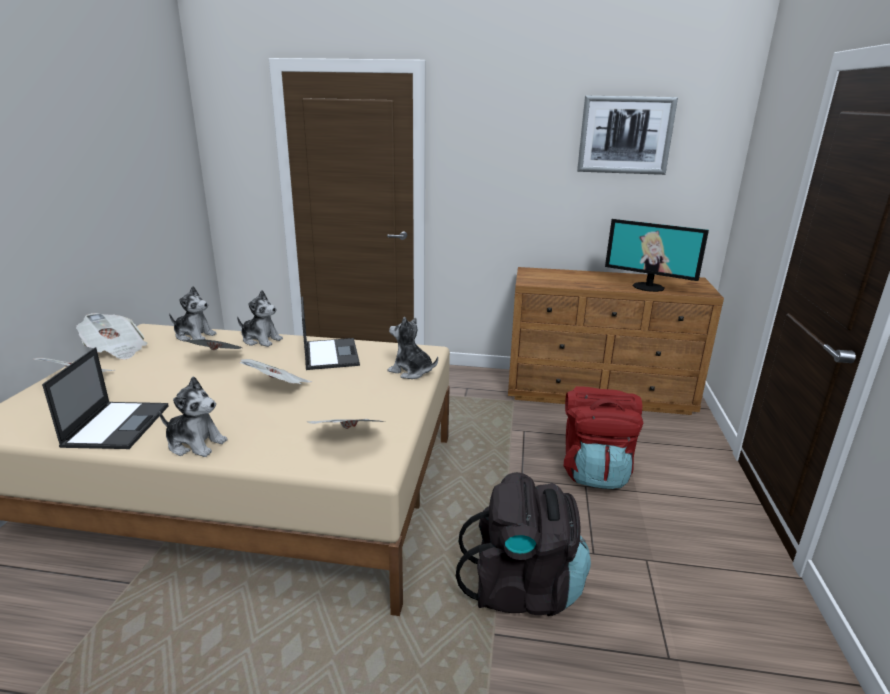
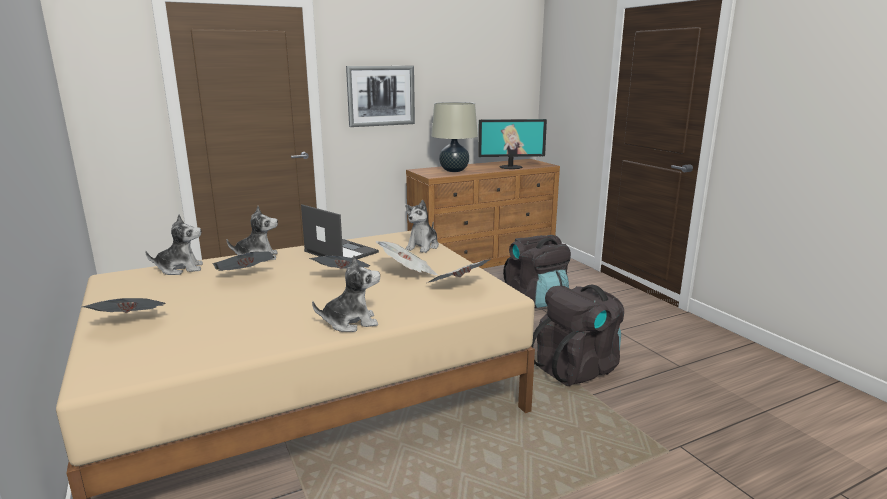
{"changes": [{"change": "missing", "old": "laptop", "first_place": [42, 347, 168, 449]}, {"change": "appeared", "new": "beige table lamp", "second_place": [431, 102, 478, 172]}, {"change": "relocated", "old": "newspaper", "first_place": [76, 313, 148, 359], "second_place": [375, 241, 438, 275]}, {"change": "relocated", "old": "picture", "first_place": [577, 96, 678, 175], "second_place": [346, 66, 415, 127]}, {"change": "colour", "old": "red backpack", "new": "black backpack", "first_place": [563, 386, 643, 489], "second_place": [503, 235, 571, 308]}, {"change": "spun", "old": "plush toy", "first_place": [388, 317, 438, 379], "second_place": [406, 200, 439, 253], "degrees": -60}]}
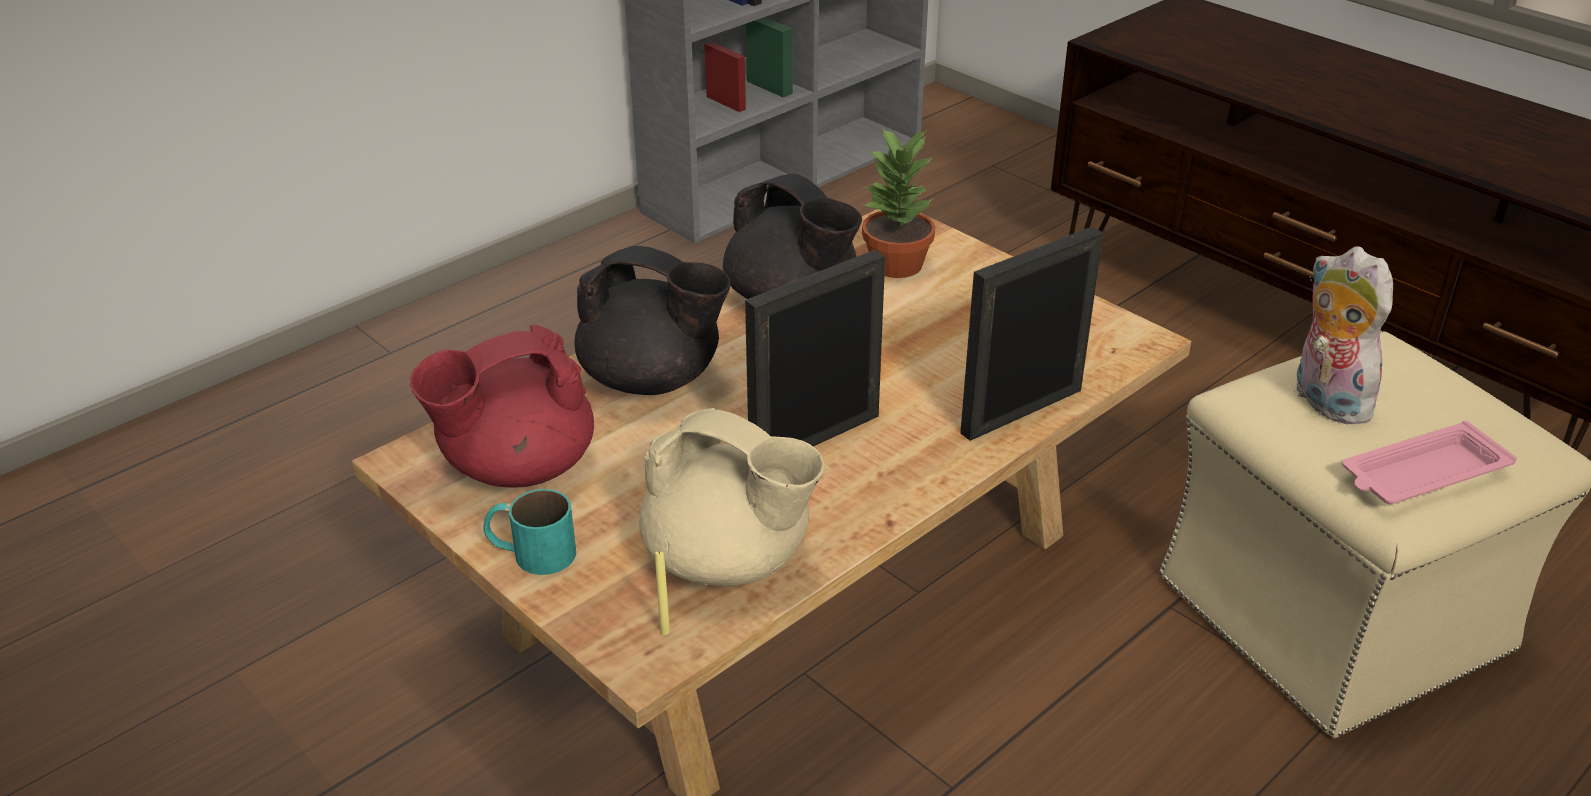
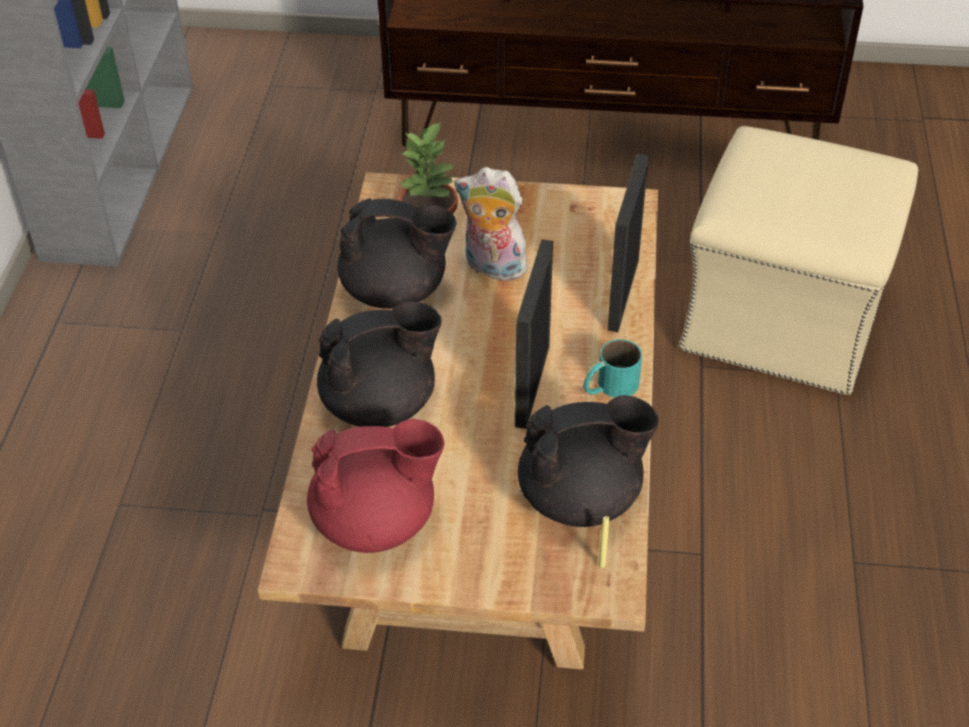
{"changes": [{"change": "missing", "old": "pink tray", "first_place": [1342, 421, 1517, 504]}, {"change": "relocated", "old": "turquoise mug", "first_place": [483, 489, 576, 575], "second_place": [583, 339, 642, 398]}, {"change": "relocated", "old": "plush toy", "first_place": [1294, 246, 1393, 424], "second_place": [454, 167, 528, 281]}, {"change": "colour", "old": "beige teapot", "new": "black teapot", "first_place": [639, 408, 825, 586], "second_place": [518, 395, 659, 527]}, {"change": "spun", "old": "red teapot", "first_place": [410, 325, 594, 488], "second_place": [307, 419, 445, 553], "degrees": -120}]}
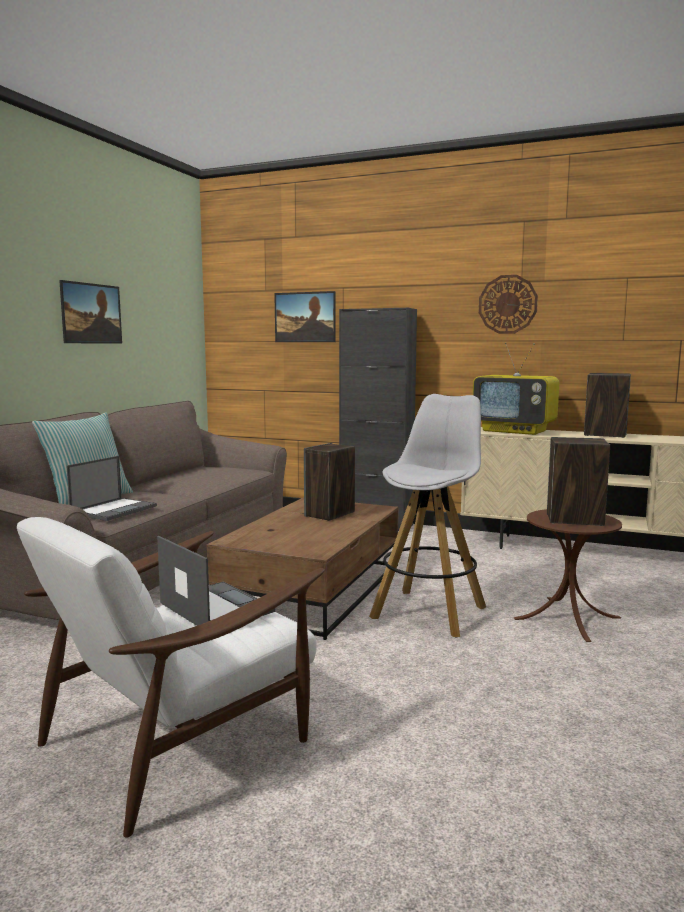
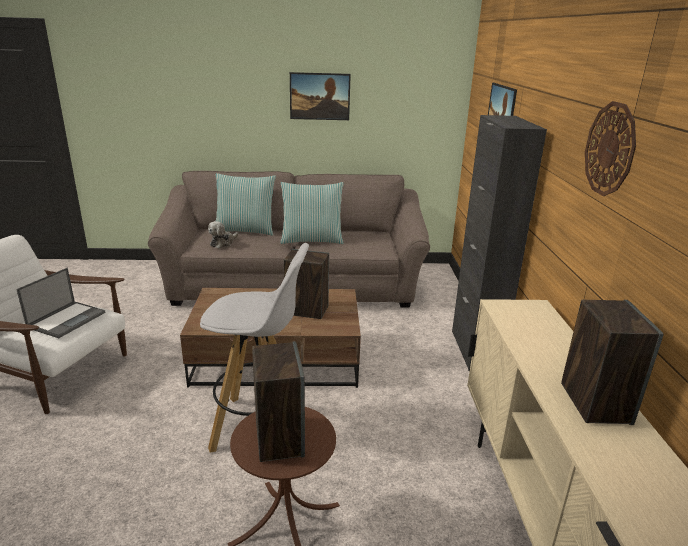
{"changes": [{"change": "missing", "old": "television", "first_place": [473, 342, 559, 435]}, {"change": "appeared", "new": "pillow", "second_place": [280, 182, 344, 244]}, {"change": "exchanged", "old": "laptop", "new": "plush toy", "first_place": [66, 456, 157, 521], "second_place": [208, 221, 238, 248]}]}
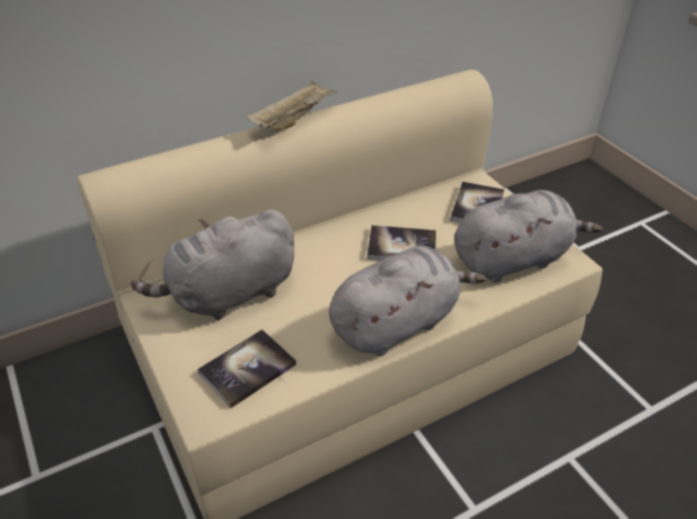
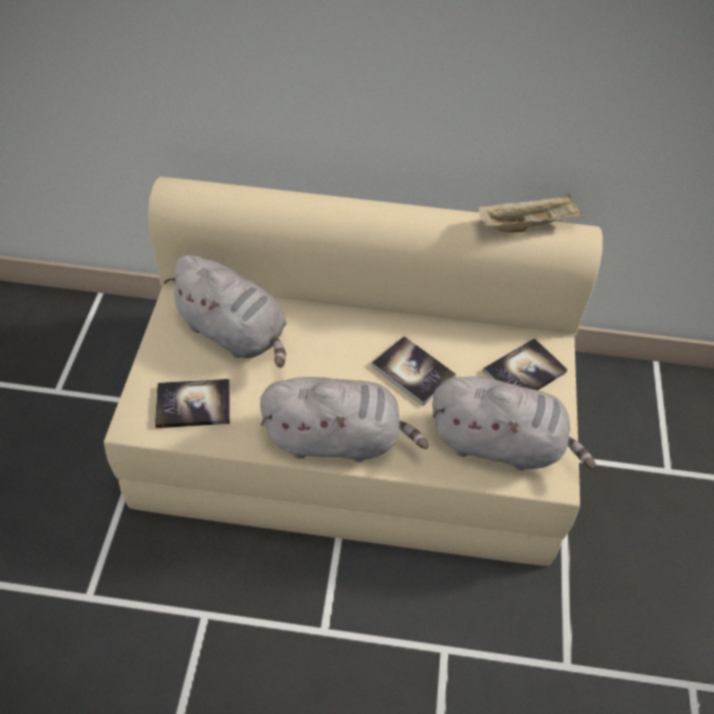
{"changes": [{"change": "relocated", "old": "beige tray", "first_place": [247, 81, 337, 130], "second_place": [478, 193, 585, 232]}, {"change": "spun", "old": "grey plush toy", "first_place": [131, 210, 294, 320], "second_place": [164, 255, 287, 368], "degrees": -150}]}
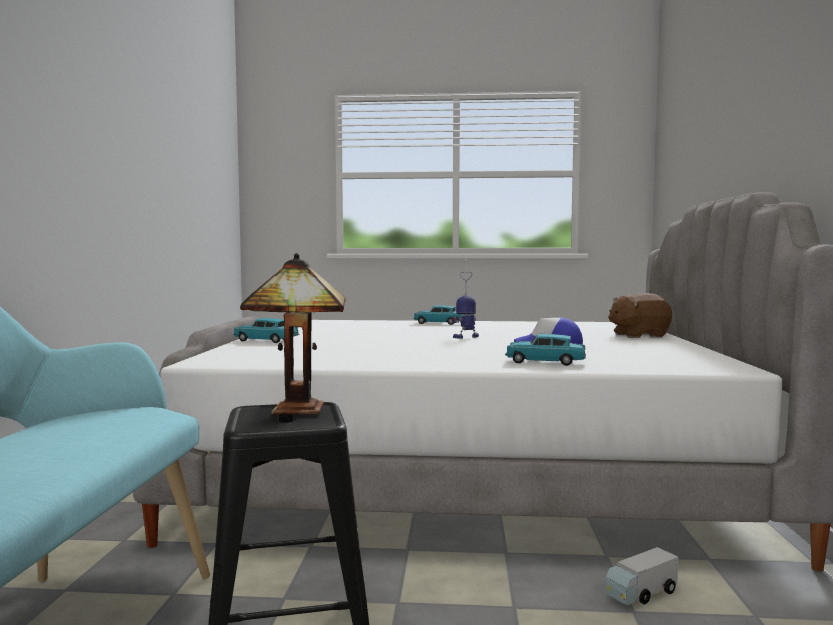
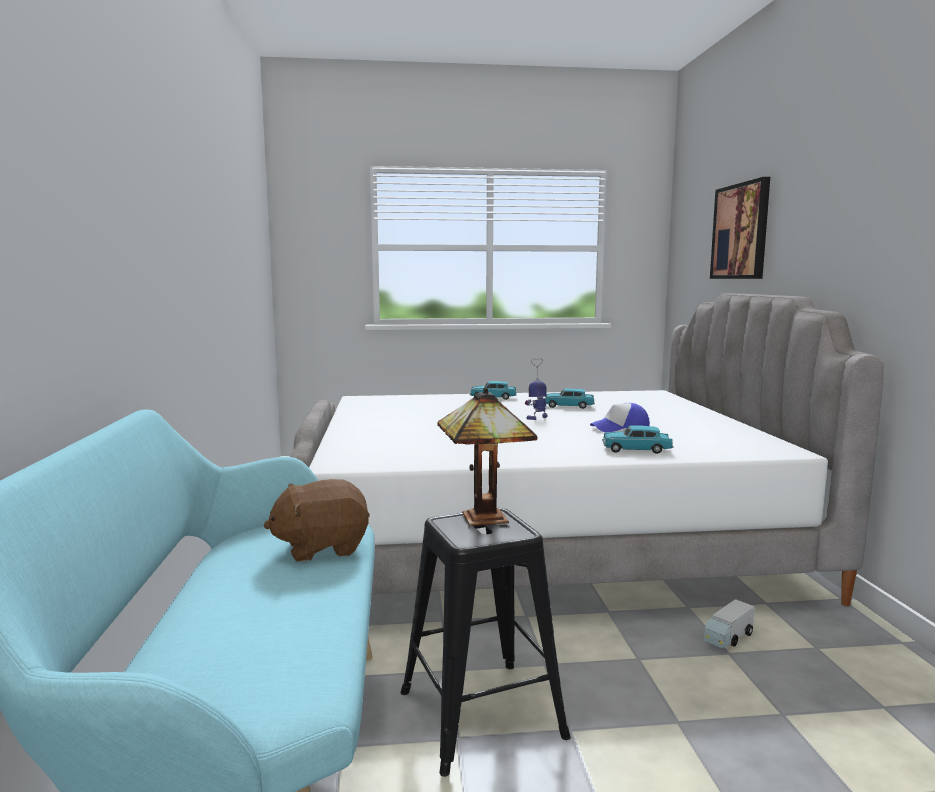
{"changes": [{"change": "appeared", "new": "picture", "second_place": [710, 177, 770, 279]}, {"change": "relocated", "old": "turquoise toy car", "first_place": [233, 318, 299, 343], "second_place": [545, 388, 595, 409]}, {"change": "relocated", "old": "brown plush toy", "first_place": [608, 293, 672, 338], "second_place": [263, 479, 370, 562]}]}
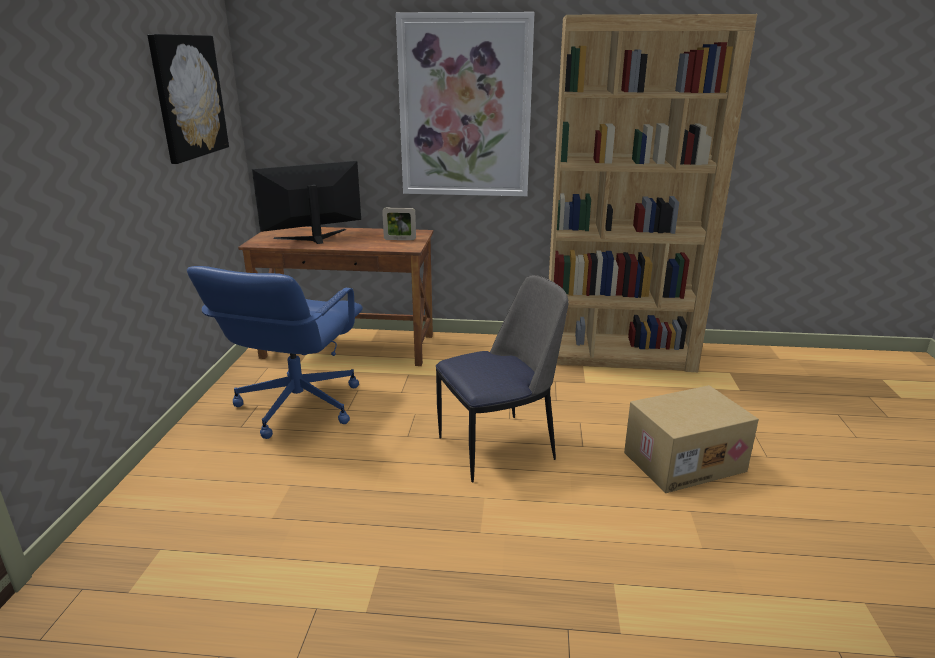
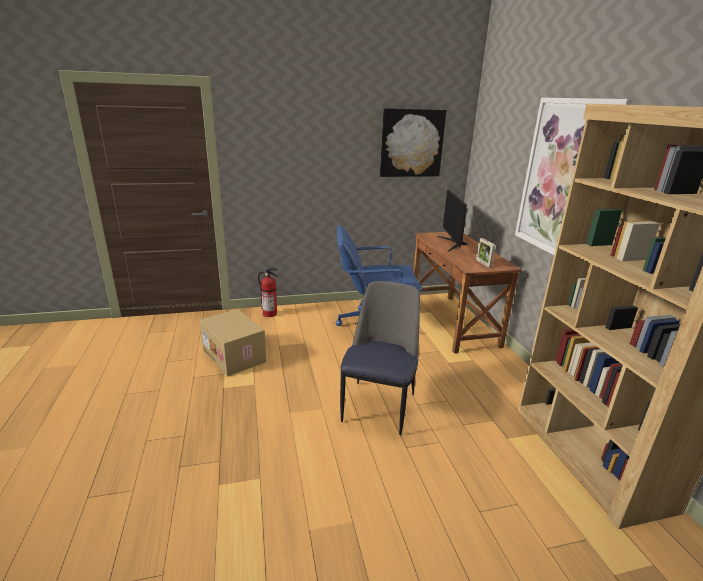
{"changes": [{"change": "appeared", "new": "fire extinguisher", "second_place": [258, 268, 278, 317]}, {"change": "relocated", "old": "cardboard box", "first_place": [624, 385, 759, 493], "second_place": [200, 309, 266, 377]}, {"change": "spun", "old": "monitor", "first_place": [252, 161, 361, 244], "second_place": [437, 190, 468, 252], "degrees": -135}, {"change": "spun", "old": "chair", "first_place": [436, 275, 569, 482], "second_place": [340, 281, 420, 435], "degrees": -120}]}
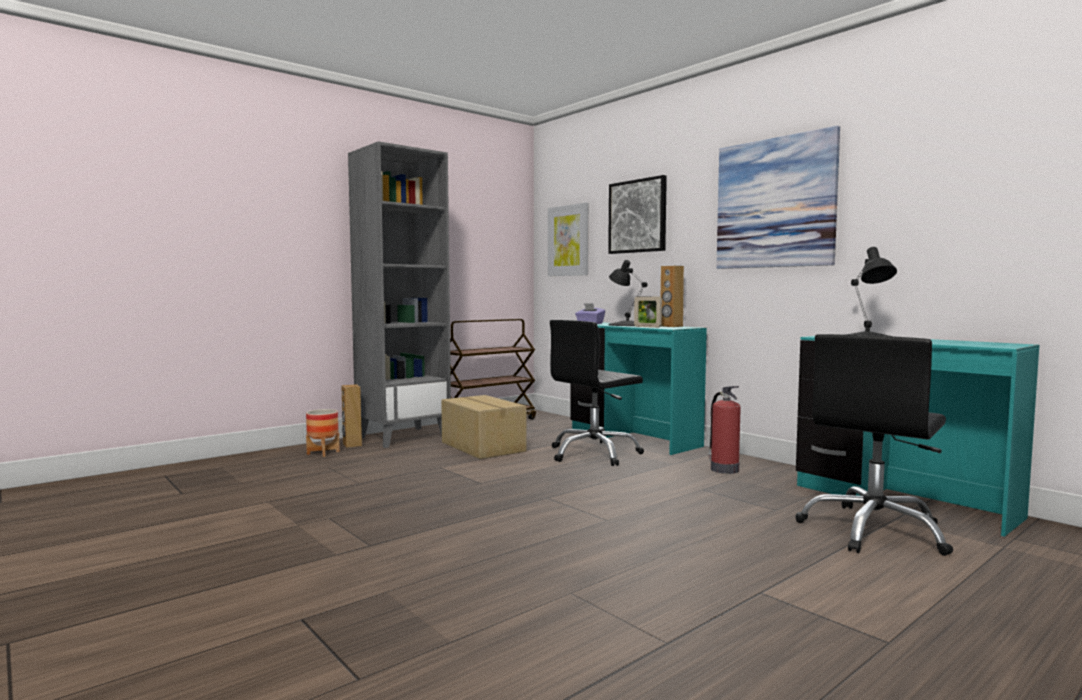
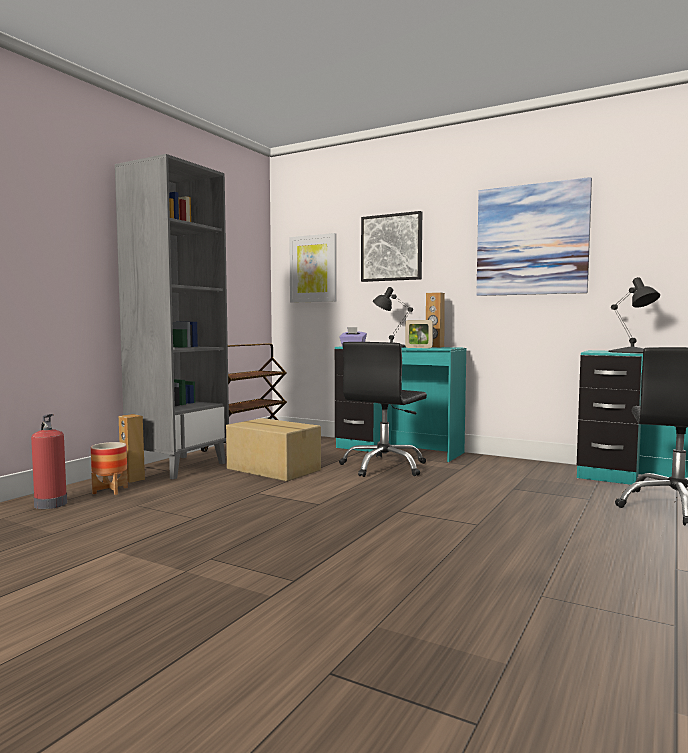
{"changes": [{"change": "relocated", "old": "fire extinguisher", "first_place": [708, 386, 741, 474], "second_place": [31, 414, 67, 509]}]}
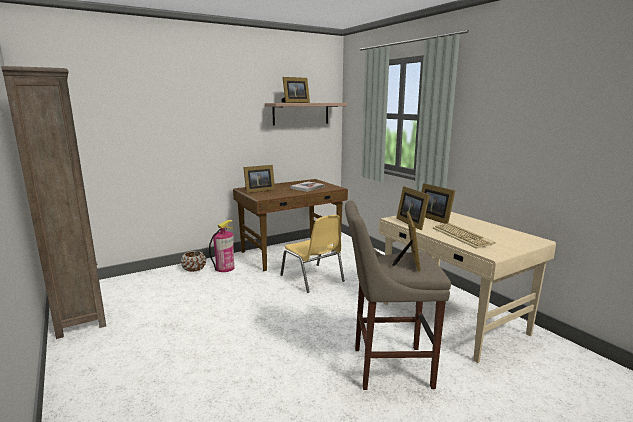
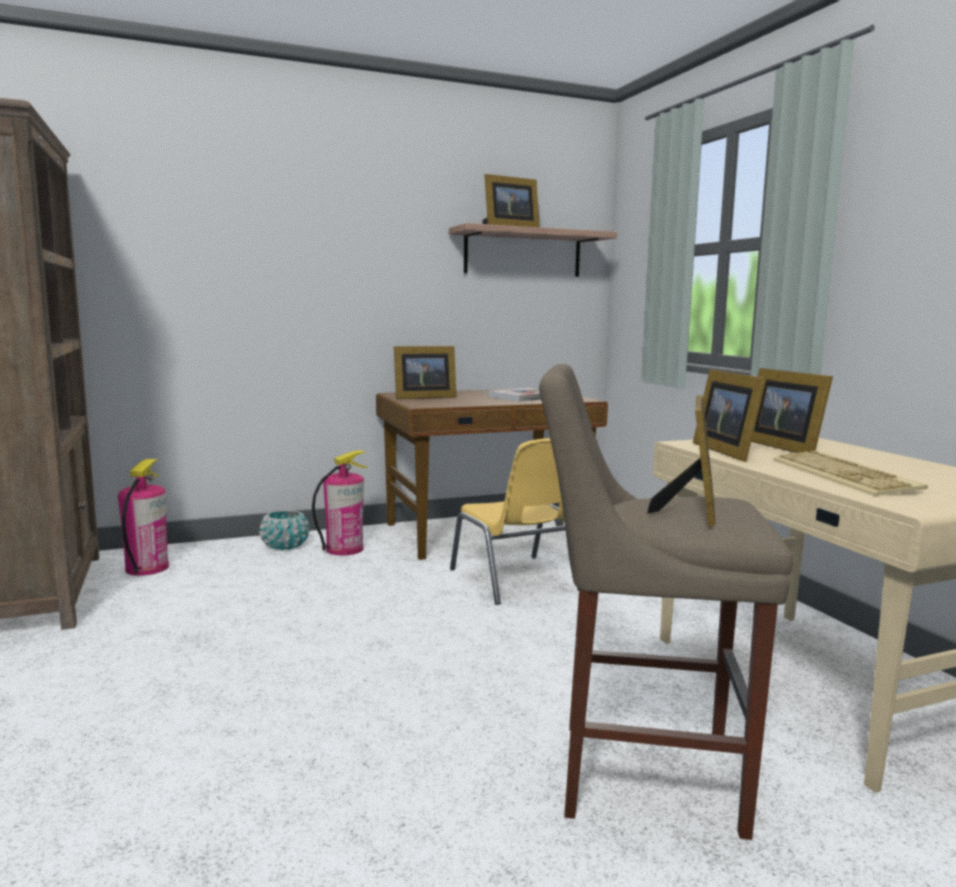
{"changes": [{"change": "appeared", "new": "fire extinguisher", "second_place": [118, 459, 169, 576]}, {"change": "colour", "old": "brown planter", "new": "turquoise planter", "first_place": [181, 251, 206, 272], "second_place": [259, 510, 310, 550]}]}
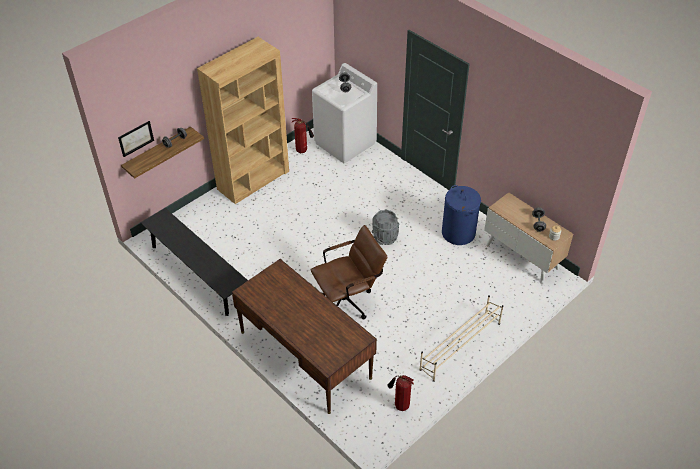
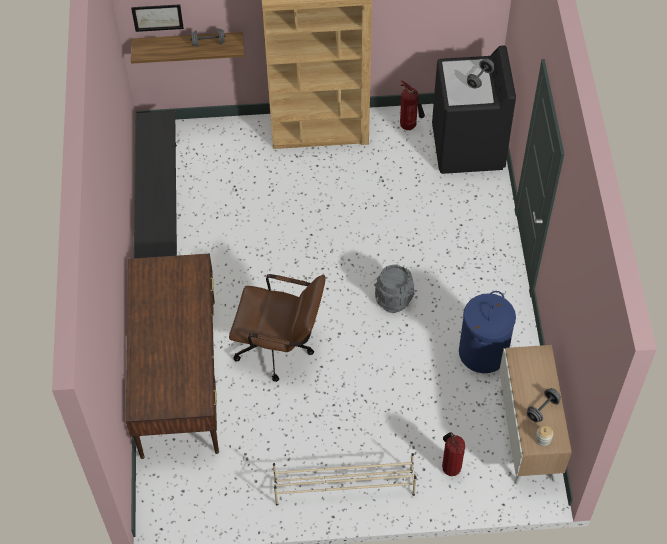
{"changes": [{"change": "relocated", "old": "fire extinguisher", "first_place": [387, 375, 414, 411], "second_place": [442, 432, 465, 476]}, {"change": "colour", "old": "white washing machine", "new": "black washing machine", "first_place": [312, 63, 377, 163], "second_place": [432, 46, 516, 174]}]}
